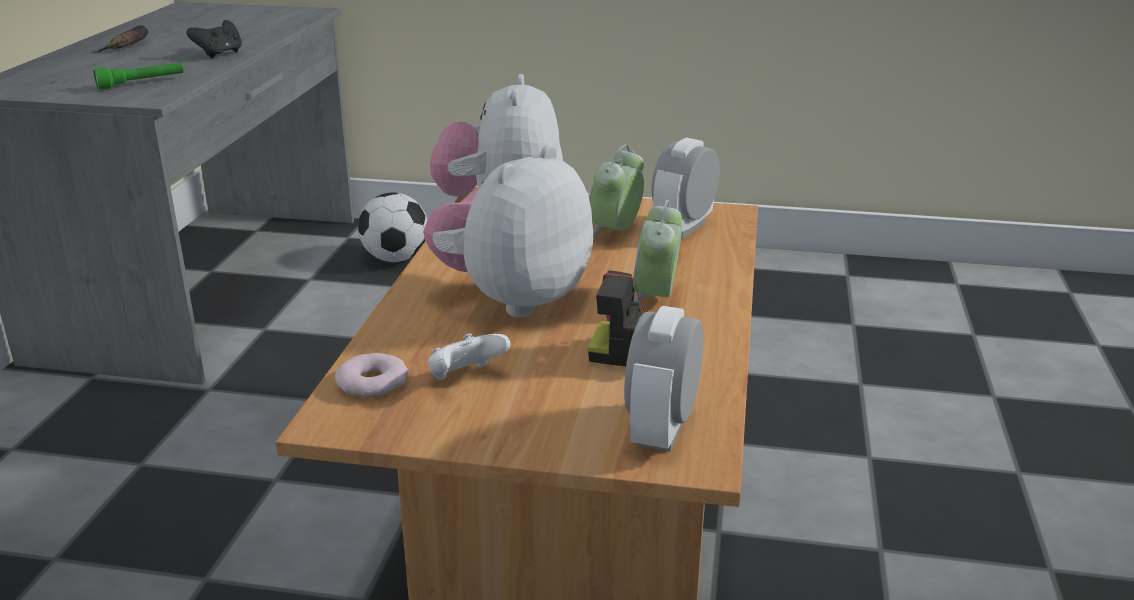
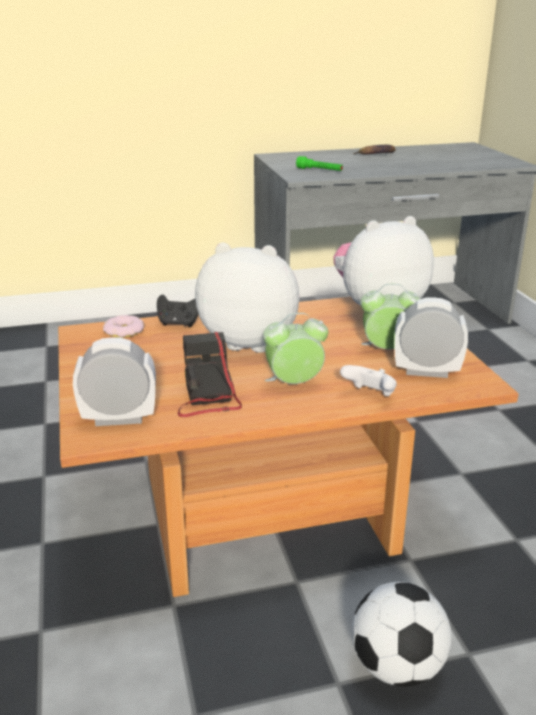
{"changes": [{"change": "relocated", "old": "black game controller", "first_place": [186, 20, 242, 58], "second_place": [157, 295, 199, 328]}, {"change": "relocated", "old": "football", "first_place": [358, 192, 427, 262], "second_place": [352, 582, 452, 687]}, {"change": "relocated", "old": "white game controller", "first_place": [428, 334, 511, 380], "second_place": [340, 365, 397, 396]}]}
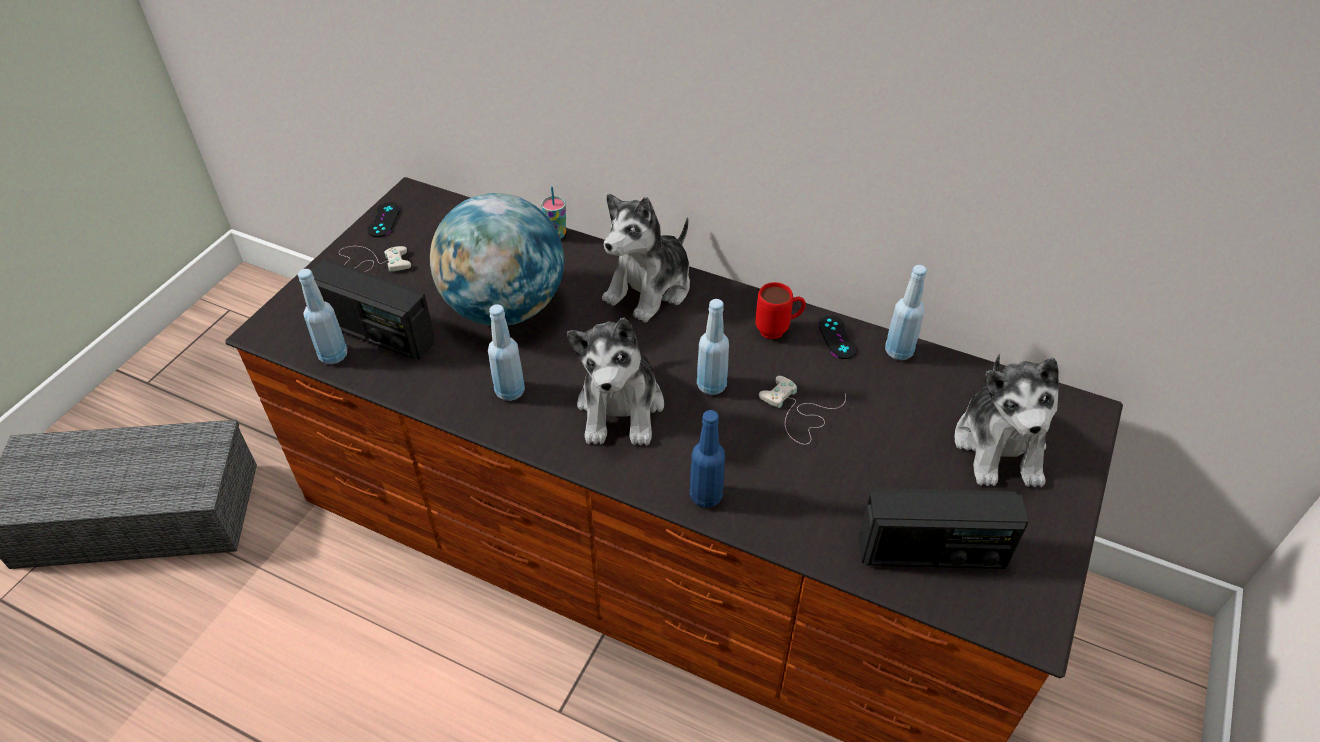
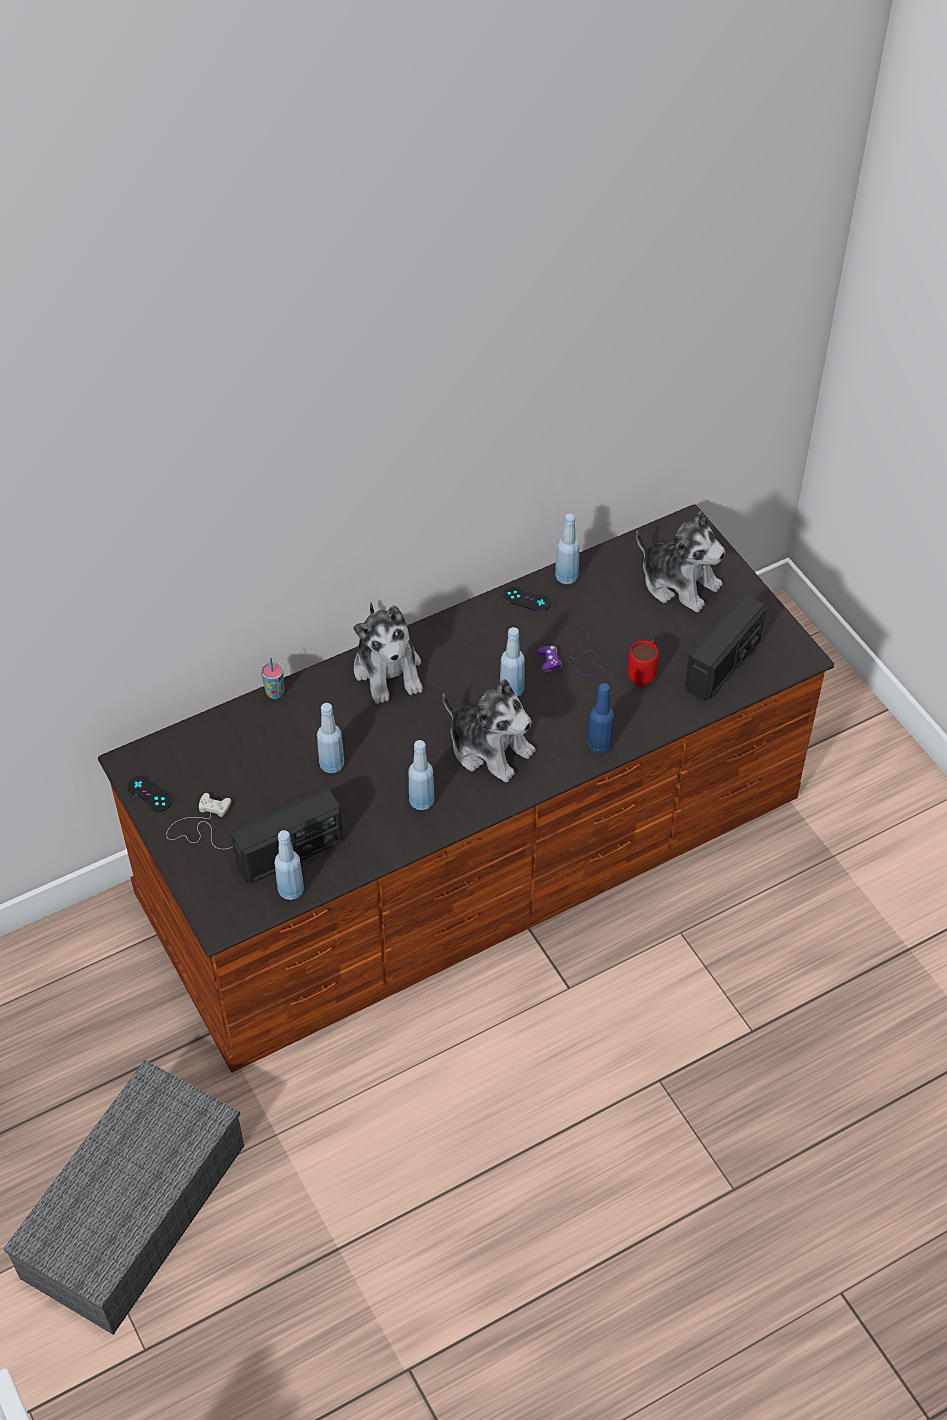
{"changes": [{"change": "relocated", "old": "red mug", "first_place": [755, 282, 806, 339], "second_place": [628, 640, 659, 687]}, {"change": "exchanged", "old": "globe", "new": "blue bottle", "first_place": [430, 193, 564, 326], "second_place": [317, 703, 344, 773]}, {"change": "colour", "old": "white game controller", "new": "purple game controller", "first_place": [759, 376, 846, 445], "second_place": [537, 627, 604, 676]}]}
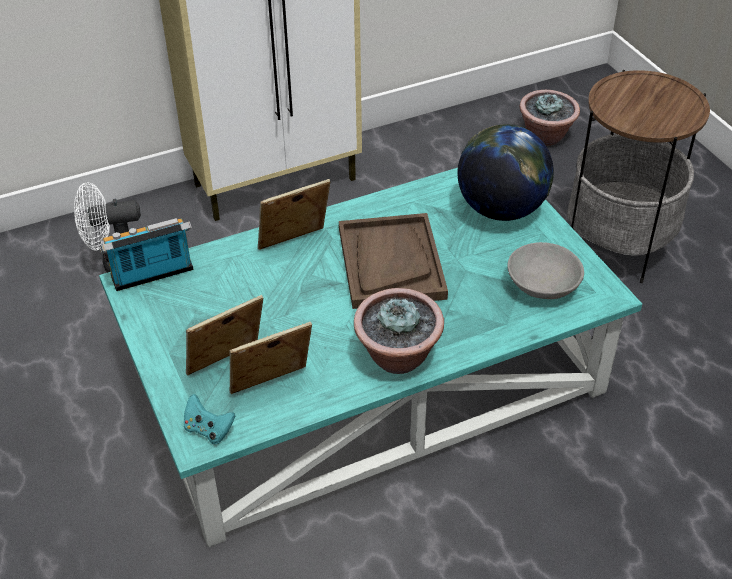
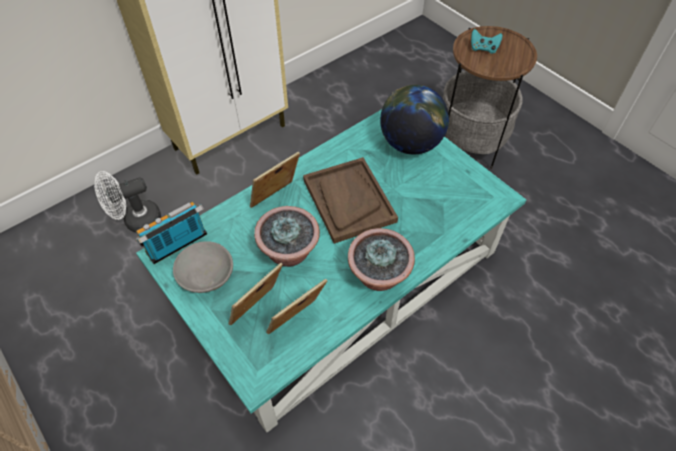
{"changes": [{"change": "relocated", "old": "turquoise game controller", "first_place": [184, 394, 235, 444], "second_place": [471, 29, 502, 54]}, {"change": "relocated", "old": "grey bowl", "first_place": [508, 242, 584, 299], "second_place": [173, 241, 233, 293]}, {"change": "relocated", "old": "potted plant", "first_place": [520, 90, 580, 146], "second_place": [254, 206, 320, 267]}]}
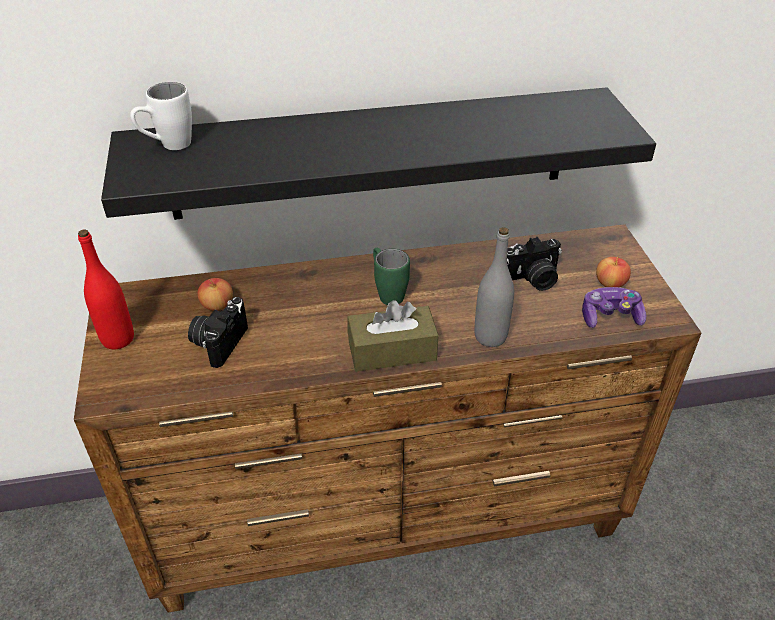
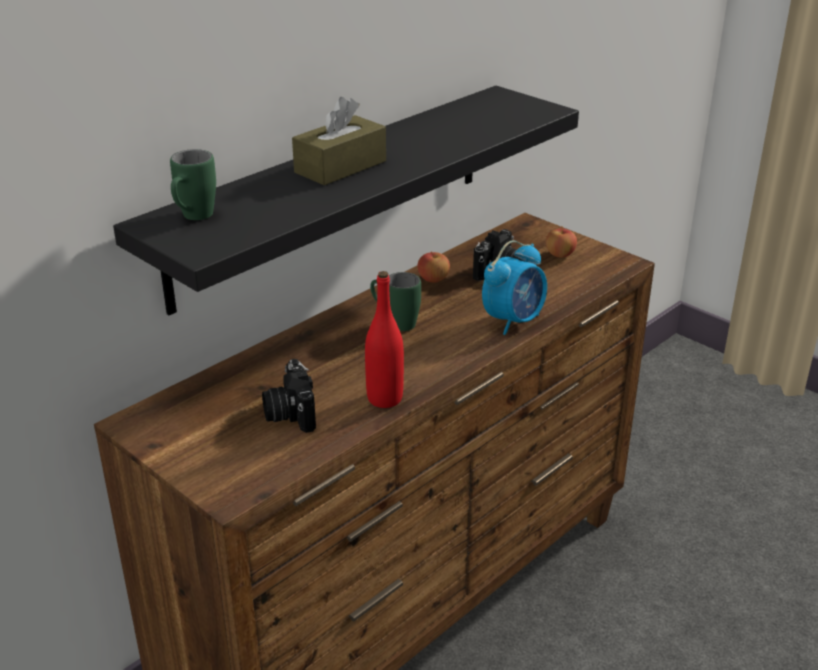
{"changes": [{"change": "missing", "old": "game controller", "first_place": [582, 287, 646, 328]}, {"change": "relocated", "old": "red bottle", "first_place": [78, 229, 134, 349], "second_place": [365, 271, 404, 408]}, {"change": "relocated", "old": "apple", "first_place": [198, 278, 233, 311], "second_place": [418, 252, 450, 283]}, {"change": "relocated", "old": "brown tissue box", "first_place": [347, 300, 439, 372], "second_place": [292, 97, 386, 185]}, {"change": "exchanged", "old": "grey bottle", "new": "alarm clock", "first_place": [474, 227, 514, 347], "second_place": [482, 240, 547, 335]}, {"change": "colour", "old": "white mug", "new": "green mug", "first_place": [130, 82, 192, 150], "second_place": [170, 149, 216, 220]}]}
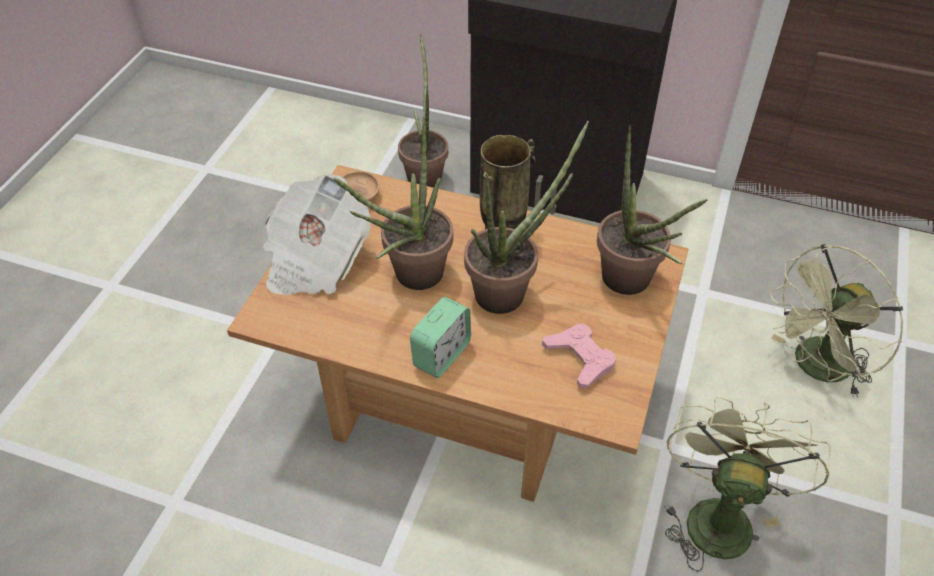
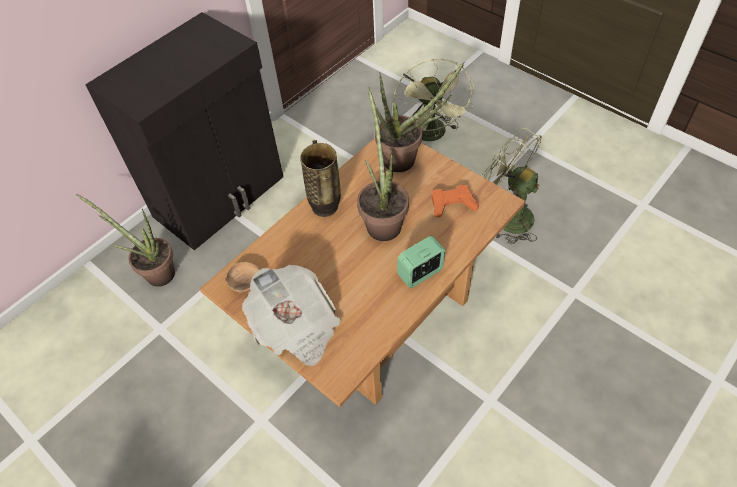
{"changes": [{"change": "missing", "old": "potted plant", "first_place": [334, 117, 453, 290]}, {"change": "colour", "old": "pink game controller", "new": "orange game controller", "first_place": [542, 324, 616, 388], "second_place": [432, 184, 479, 218]}, {"change": "spun", "old": "alarm clock", "first_place": [410, 297, 471, 378], "second_place": [397, 236, 446, 288], "degrees": -90}]}
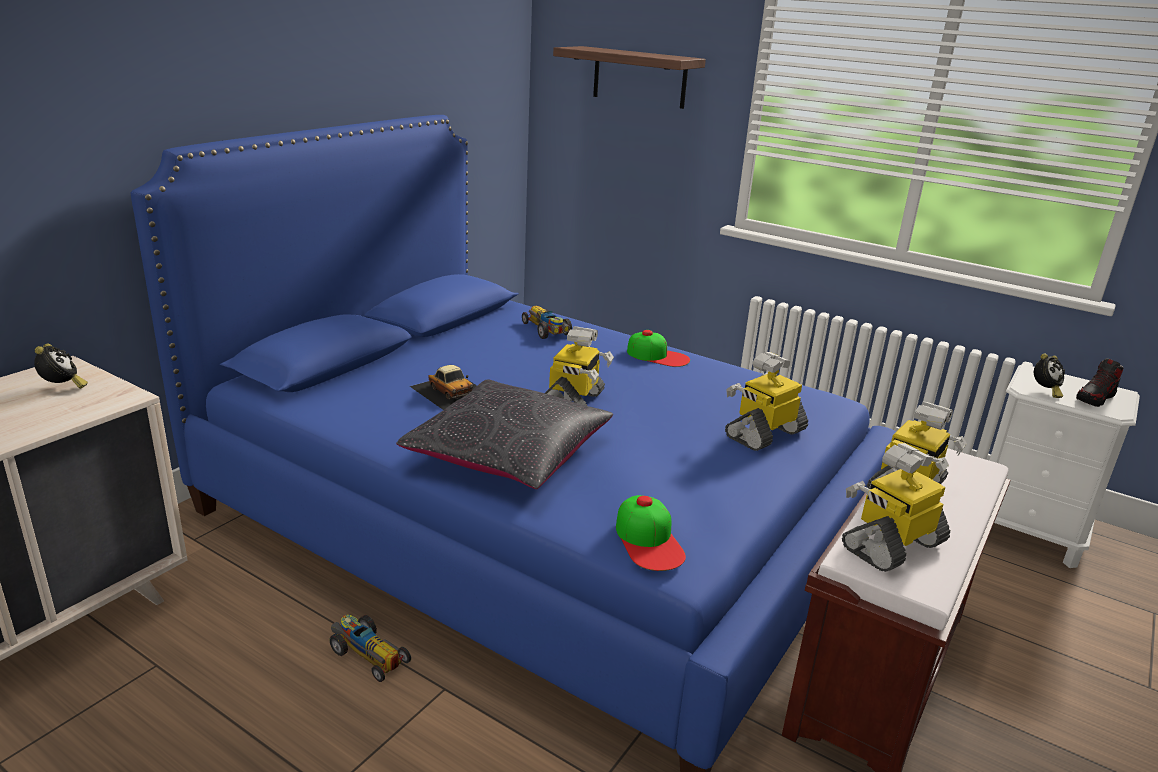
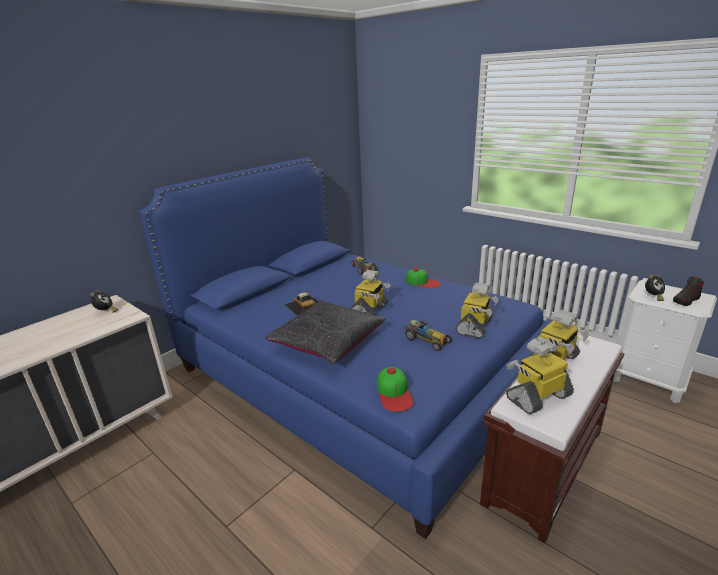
{"changes": [{"change": "missing", "old": "shelf", "first_place": [553, 46, 706, 109]}, {"change": "relocated", "old": "toy car", "first_place": [330, 614, 411, 682], "second_place": [405, 320, 452, 351]}, {"change": "spun", "old": "toy robot", "first_place": [725, 352, 808, 451], "second_place": [456, 283, 499, 339], "degrees": 150}]}
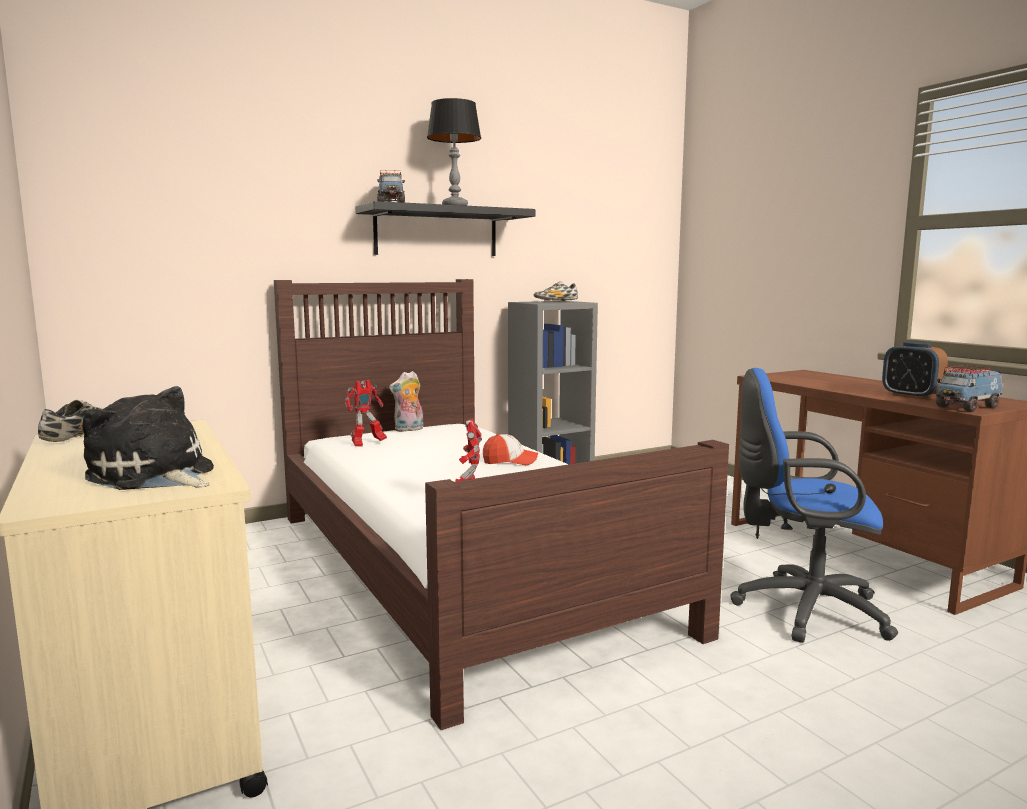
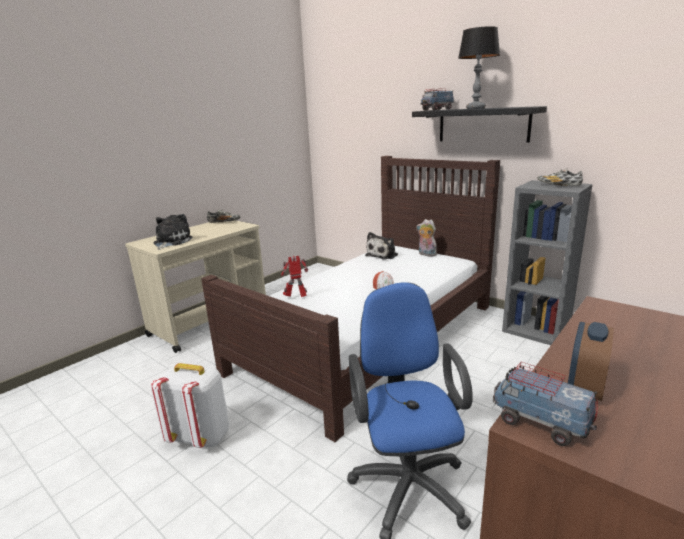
{"changes": [{"change": "appeared", "new": "white backpack", "second_place": [151, 363, 229, 448]}, {"change": "exchanged", "old": "toy robot", "new": "plush toy", "first_place": [345, 380, 387, 447], "second_place": [365, 232, 398, 260]}]}
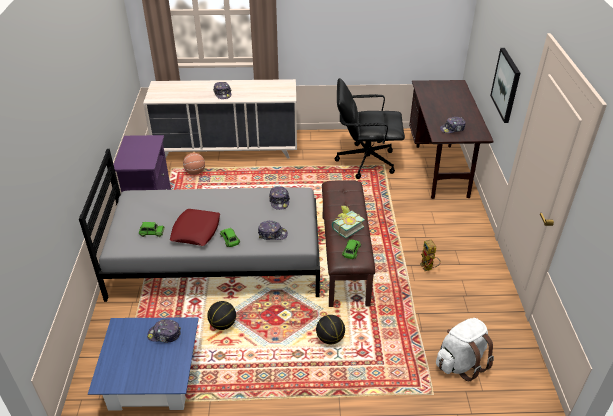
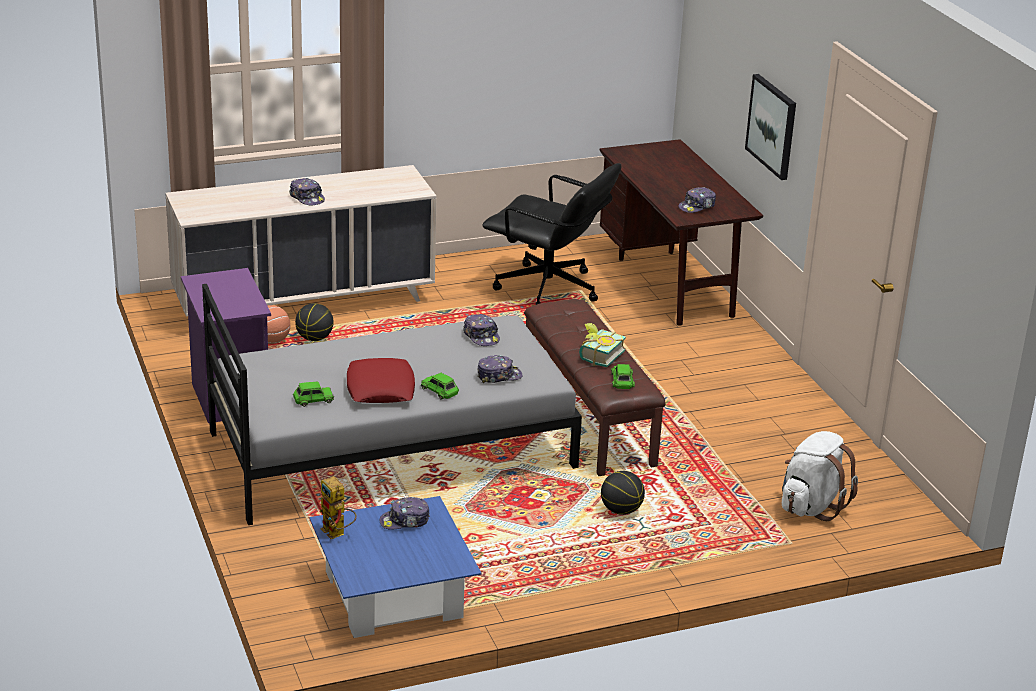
{"changes": [{"change": "relocated", "old": "basketball", "first_place": [207, 301, 236, 330], "second_place": [295, 303, 333, 341]}, {"change": "relocated", "old": "toy robot", "first_place": [420, 239, 441, 271], "second_place": [320, 476, 357, 539]}, {"change": "spun", "old": "black office chair", "first_place": [334, 78, 405, 179], "second_place": [483, 163, 621, 305], "degrees": -135}]}
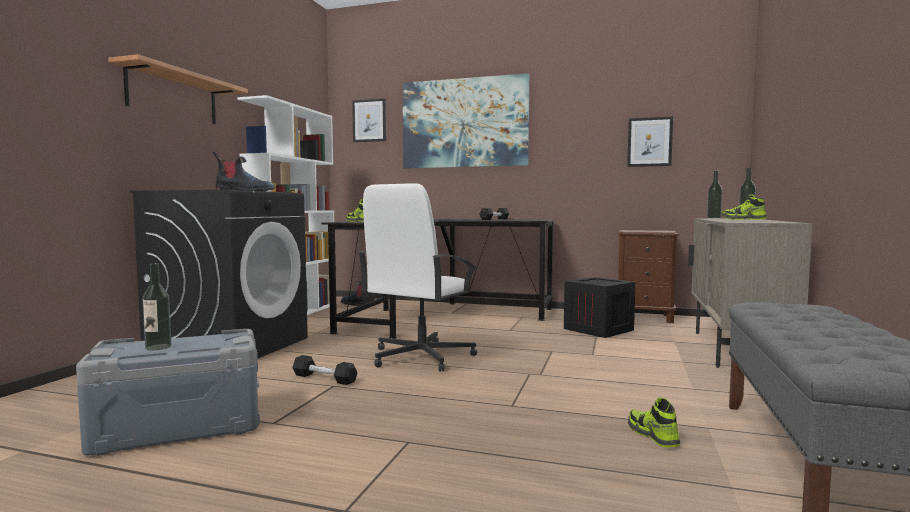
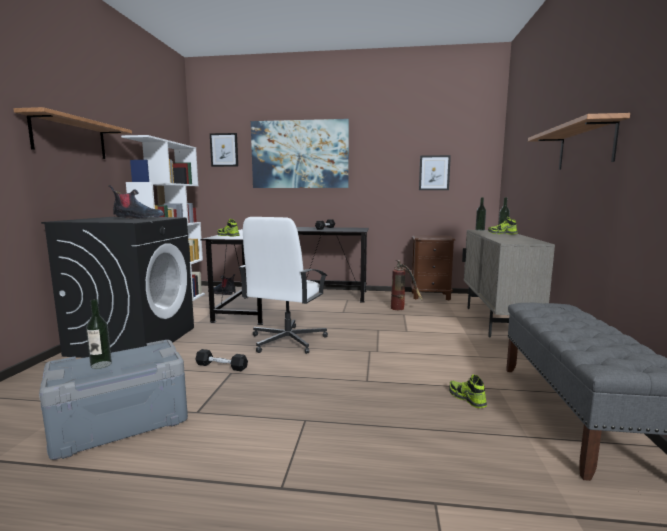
{"changes": [{"change": "appeared", "new": "shelf", "second_place": [528, 113, 630, 170]}, {"change": "exchanged", "old": "crate", "new": "fire extinguisher", "first_place": [564, 277, 635, 338], "second_place": [391, 260, 423, 310]}]}
